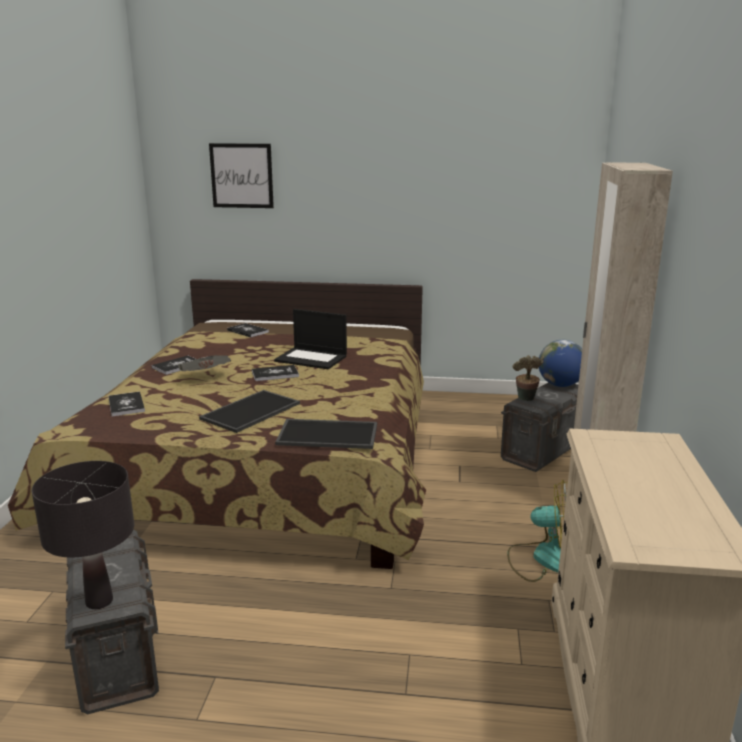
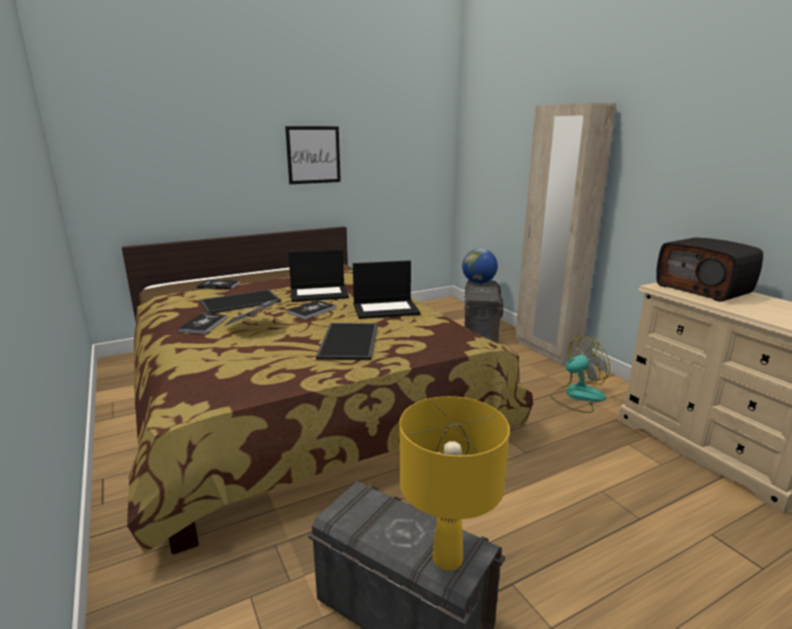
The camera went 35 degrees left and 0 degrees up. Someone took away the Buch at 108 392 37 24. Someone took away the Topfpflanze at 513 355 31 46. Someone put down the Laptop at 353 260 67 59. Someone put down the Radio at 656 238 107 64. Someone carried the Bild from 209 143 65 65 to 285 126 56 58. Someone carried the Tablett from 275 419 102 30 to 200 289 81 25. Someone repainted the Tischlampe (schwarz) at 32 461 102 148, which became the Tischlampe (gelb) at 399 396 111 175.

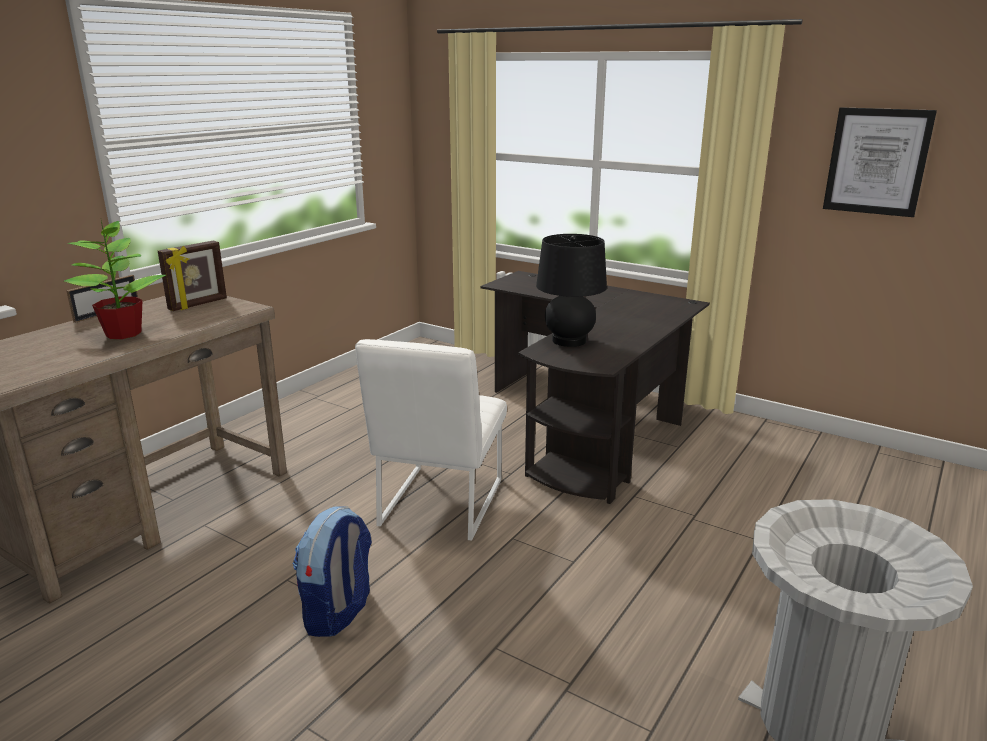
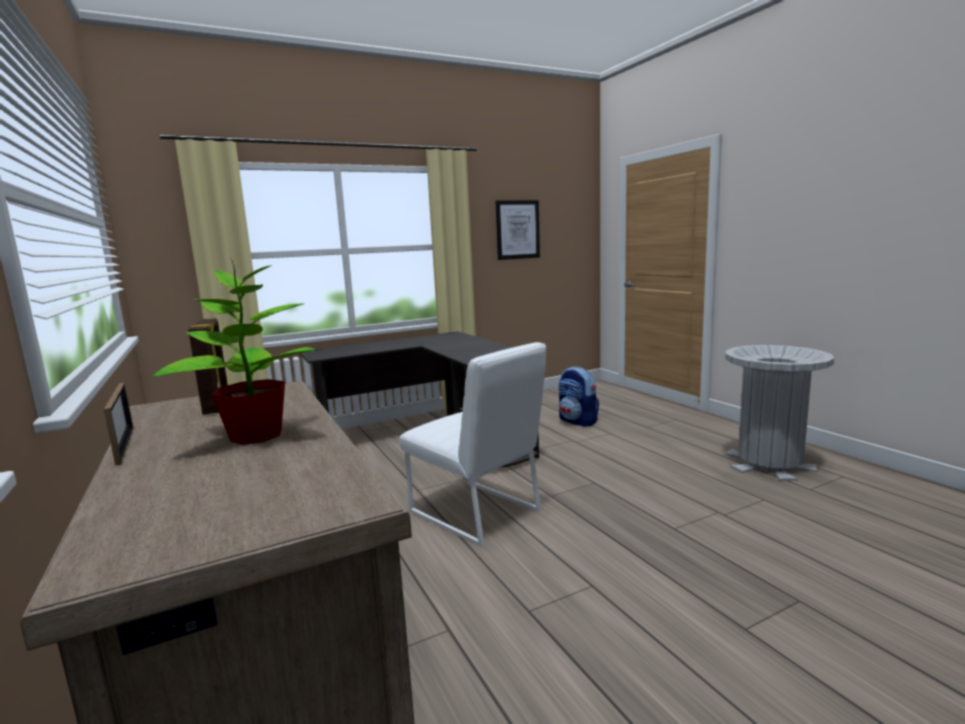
The camera went 60 degrees left and 10 degrees down. Someone took away the Tischlampe (schwarz) at 536 234 71 113. Someone carried the Rucksack from 293 506 79 131 to 558 367 41 60.

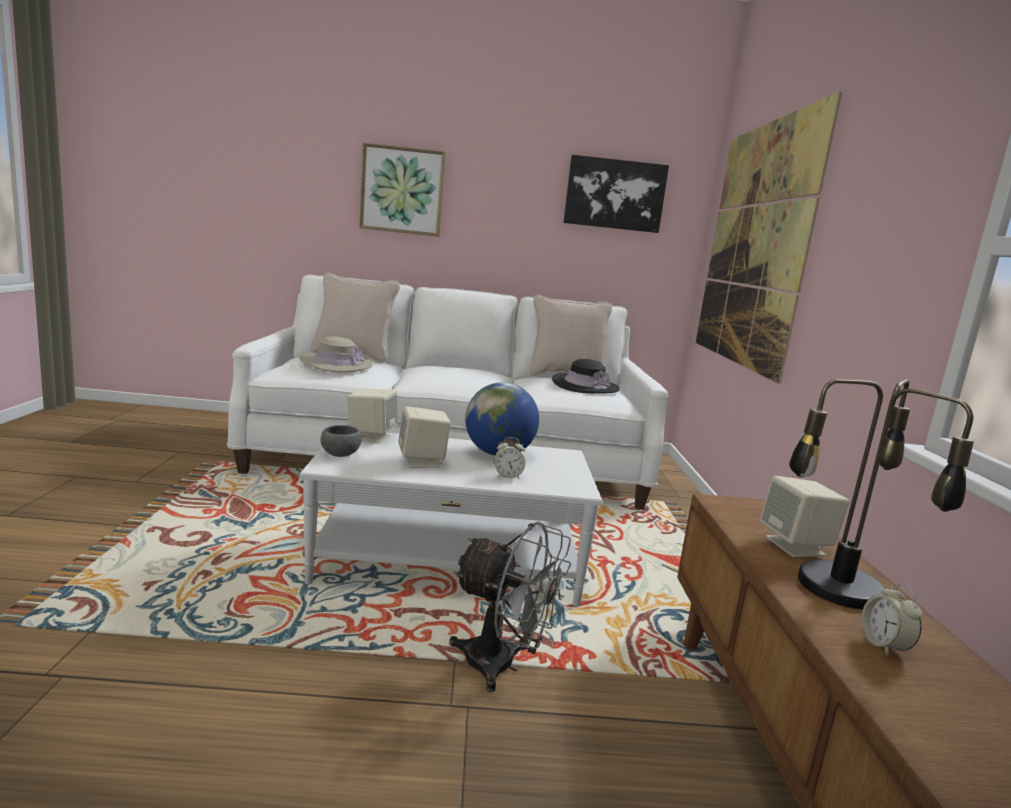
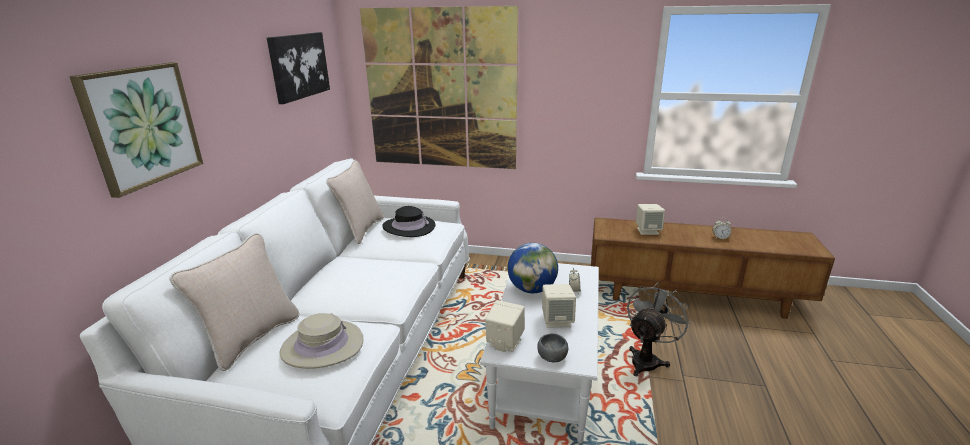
The camera went 75 degrees left and 10 degrees up. Someone took away the Tischlampe at 789 379 185 230.

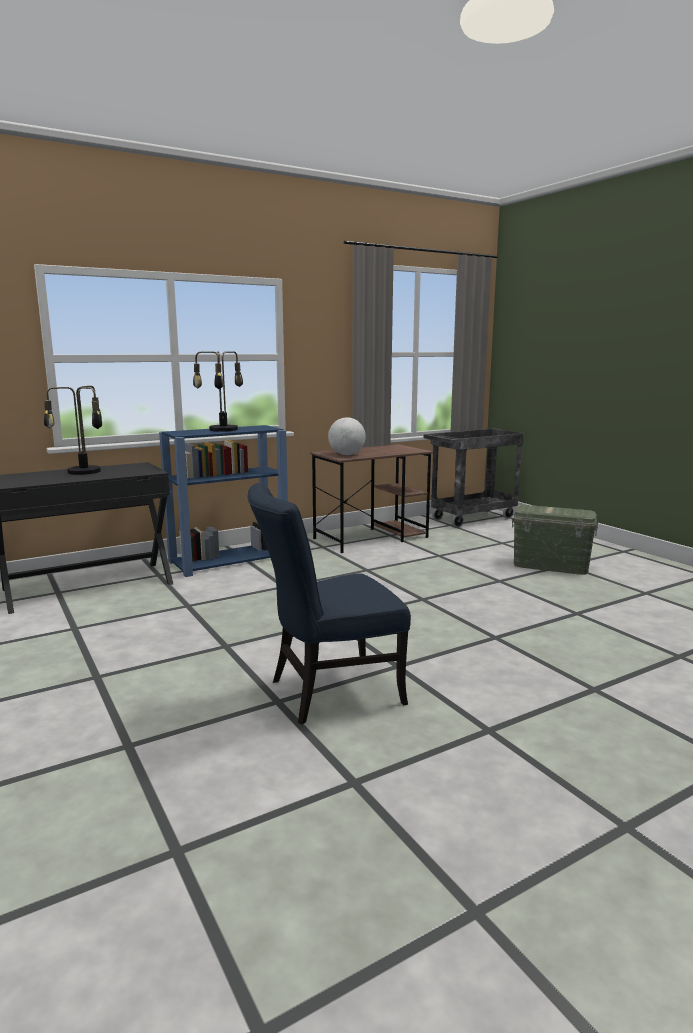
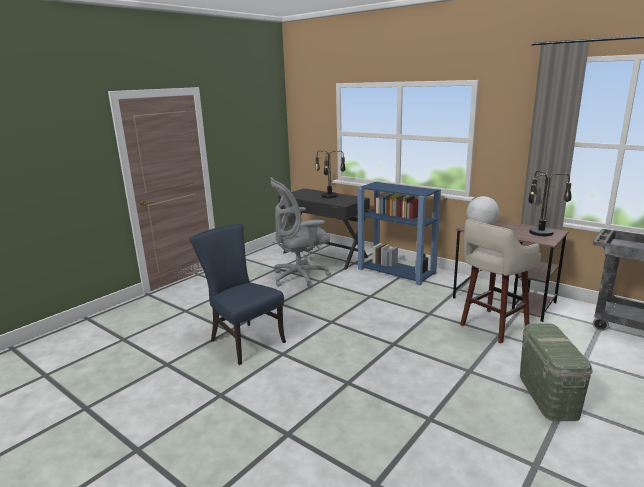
The camera went 70 degrees right and 5 degrees up. Someone put down the Bürostuhl (grau) at 270 177 61 111. Someone put down the Hocker (beige) at 460 219 81 124. Someone carried the Tischlampe from 193 351 50 81 to 528 171 43 65.

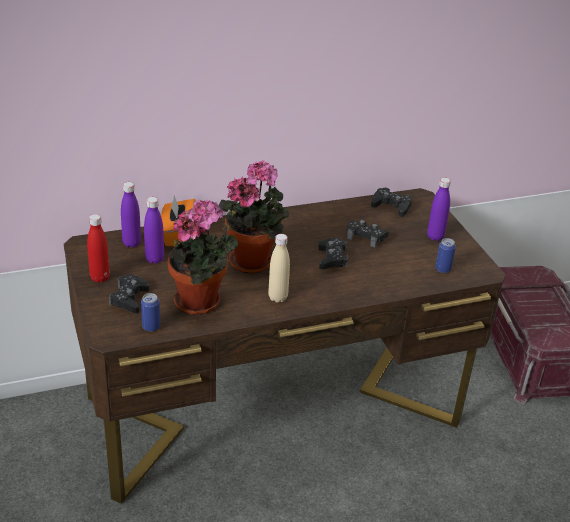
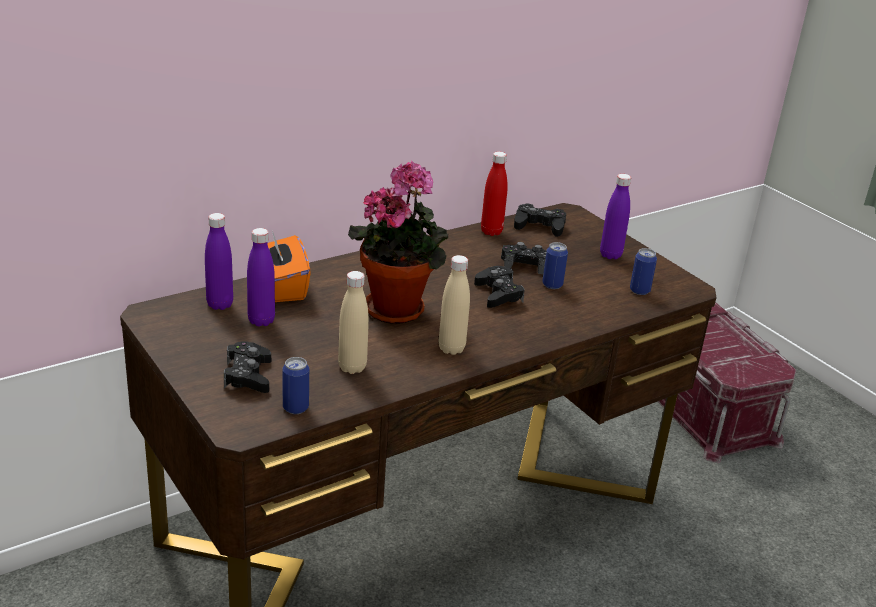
The camera went 15 degrees left and 5 degrees down. Someone put down the Dose at 542 242 26 47. Someone carried the Flasche (rot) from 87 214 23 69 to 481 152 27 84. Someone swapped the Topfpflanze at 168 200 70 115 for the Flasche (beige) at 338 271 31 103.

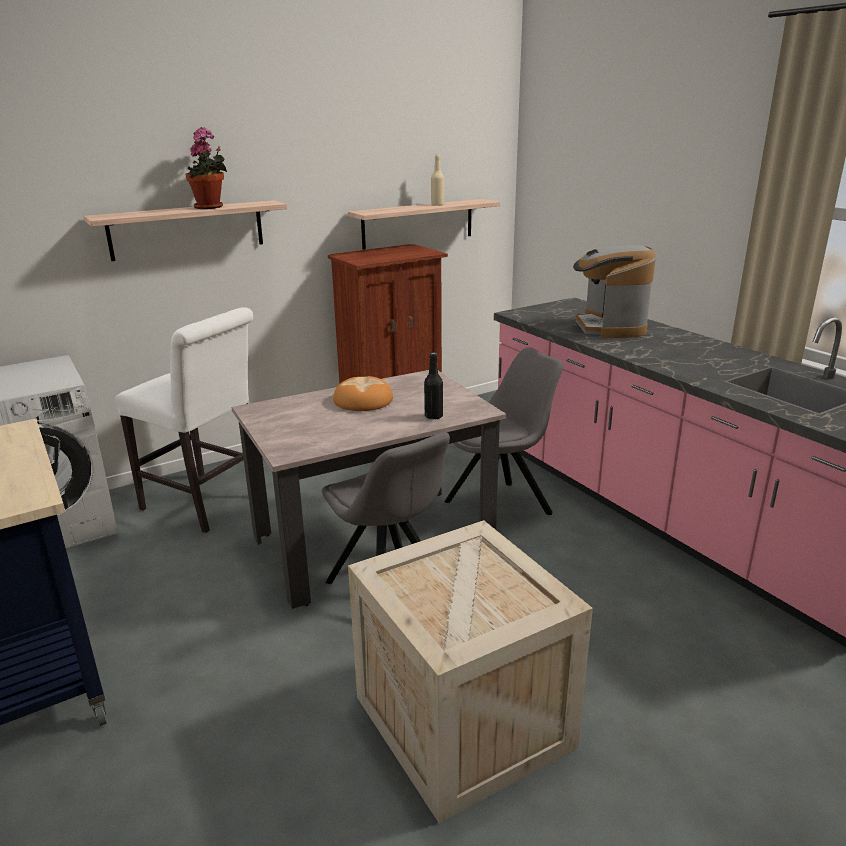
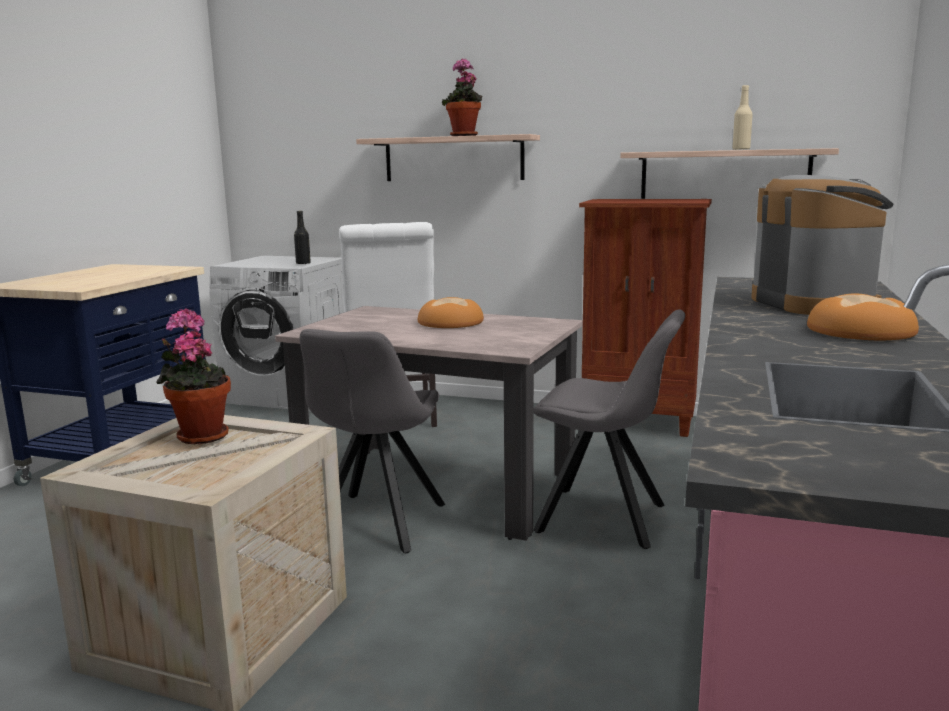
The camera went 50 degrees right and 10 degrees down. Someone put down the Topfpflanze at 157 308 74 136. Someone put down the Brot at 807 293 112 47. Someone carried the Flasche (schwarz) from 424 352 19 67 to 294 211 17 53. Someone rotated the Kaffeemaschine at 573 245 83 93 by 120 degrees clockwise.

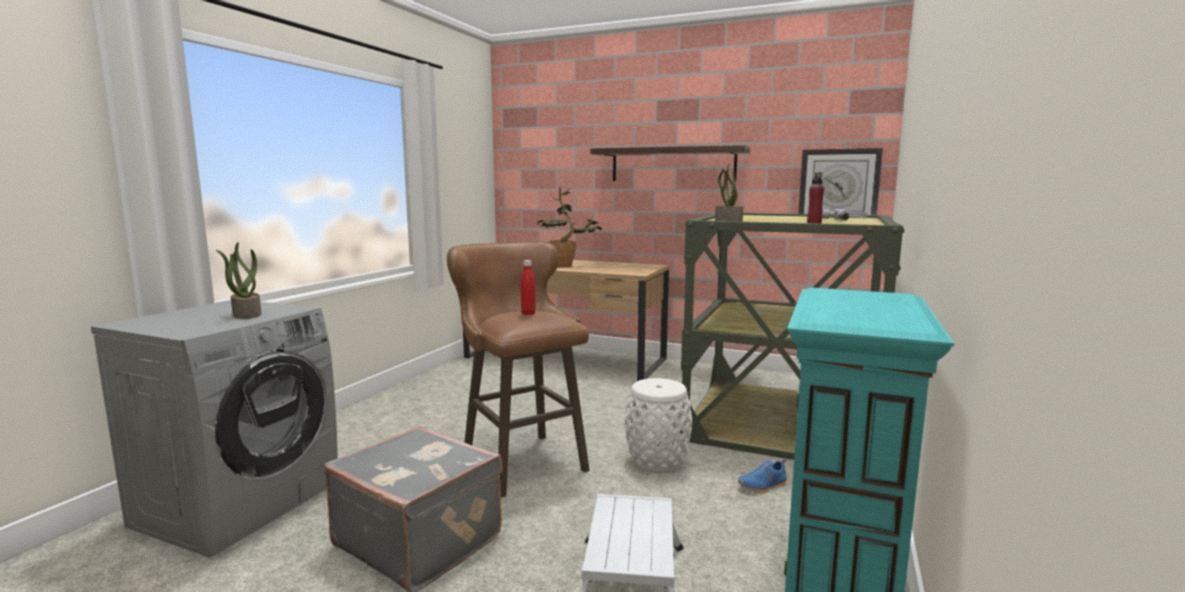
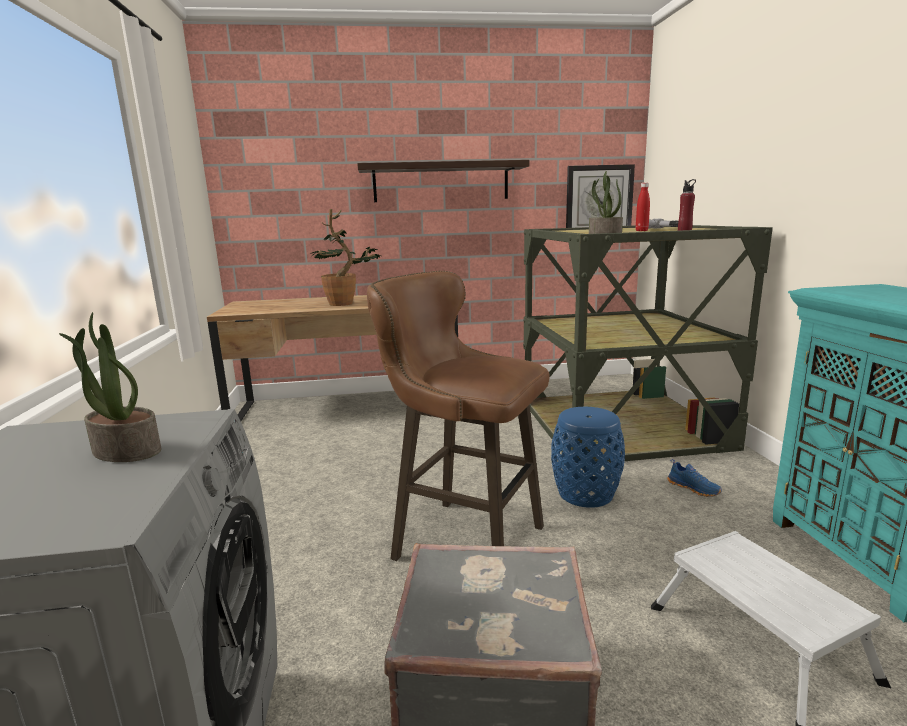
The camera went 30 degrees left and 5 degrees up. Someone carried the Flasche (rot) from 521 260 15 55 to 636 183 14 48. Someone repainted the Hocker (weiß) at 625 378 67 95, which became the Hocker (blau) at 551 407 74 101. Someone rotated the Schuh (blau) at 738 459 49 34 by 75 degrees counterclockwise.

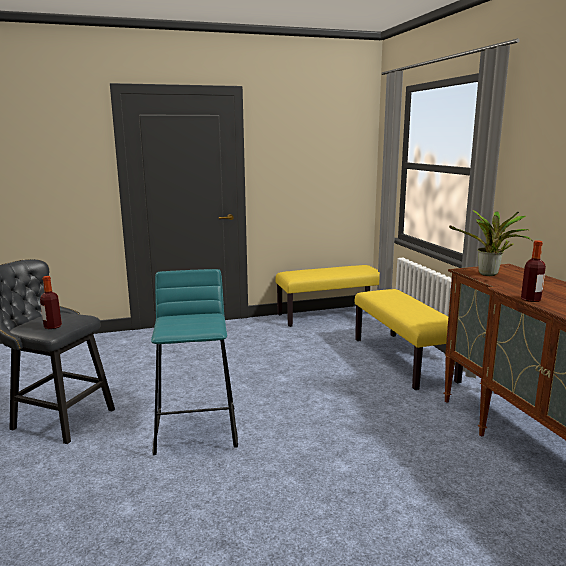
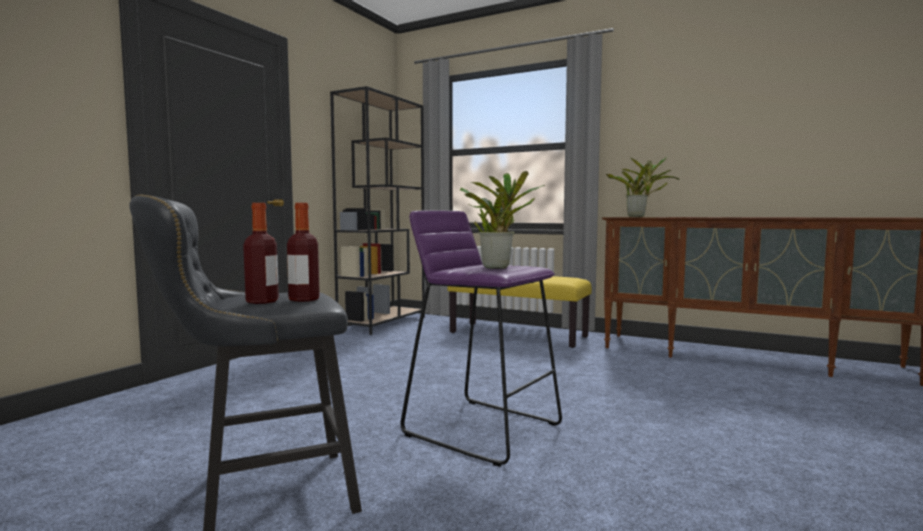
The camera went 45 degrees left and 10 degrees down. Someone put down the Topfpflanze at 460 171 85 98. Someone carried the Flasche from 521 240 25 62 to 243 203 36 101. Someone swapped the Bank (gelb) at 276 265 104 62 for the Bücherregal at 330 86 95 249. Someone repainted the Hocker (türkis) at 151 269 87 186, which became the Hocker (lila) at 401 210 161 257.

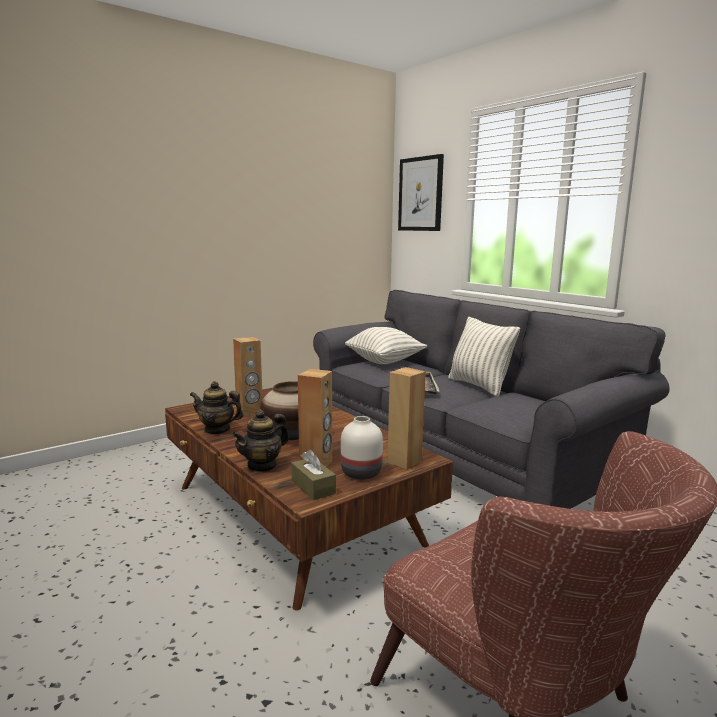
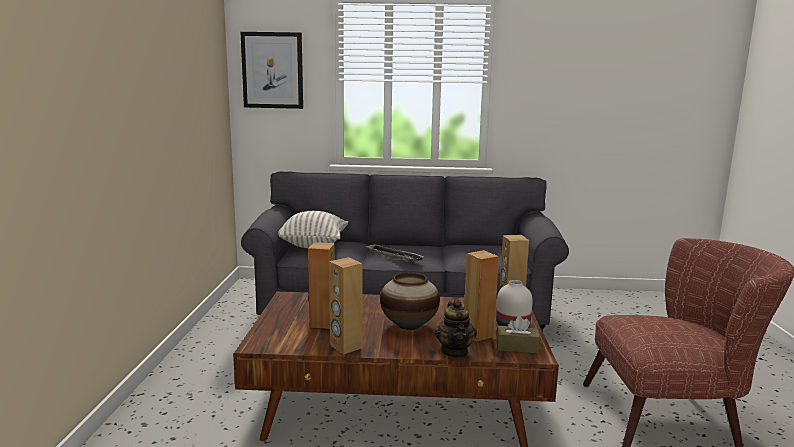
The camera went 50 degrees left and 0 degrees up. Someone took away the Kissen at 448 317 72 80. Someone swapped the Teekanne at 190 381 53 54 for the Lautsprecher (braun) at 329 257 34 97.

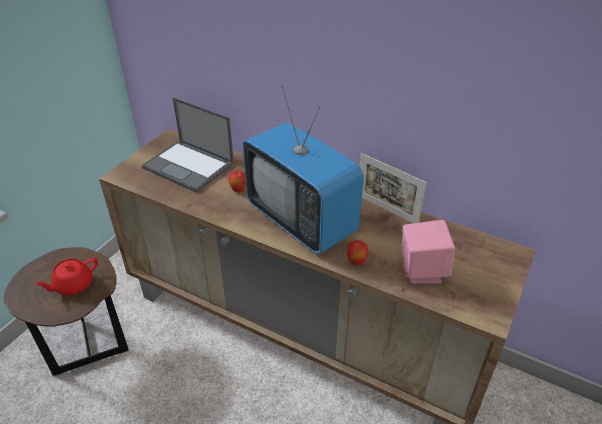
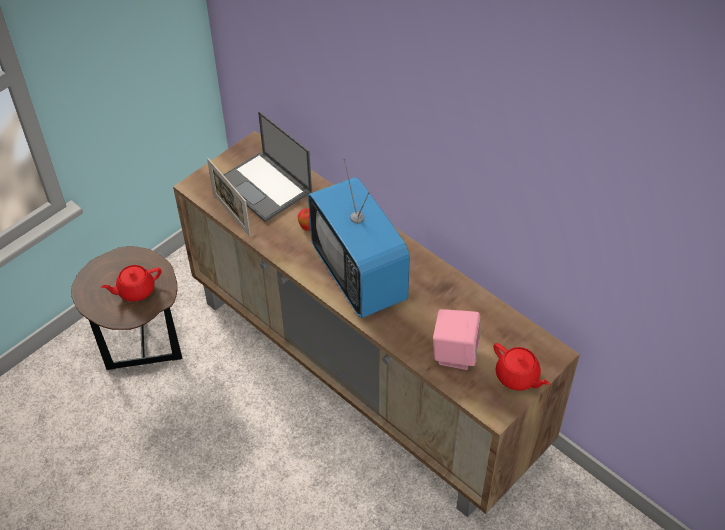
The camera went 15 degrees right and 10 degrees up. Someone took away the Apfel at 347 240 22 25. Someone put down the Teekanne (rot) at 493 343 57 48. Someone carried the Bilderrahmen from 360 153 67 70 to 207 158 44 79.

